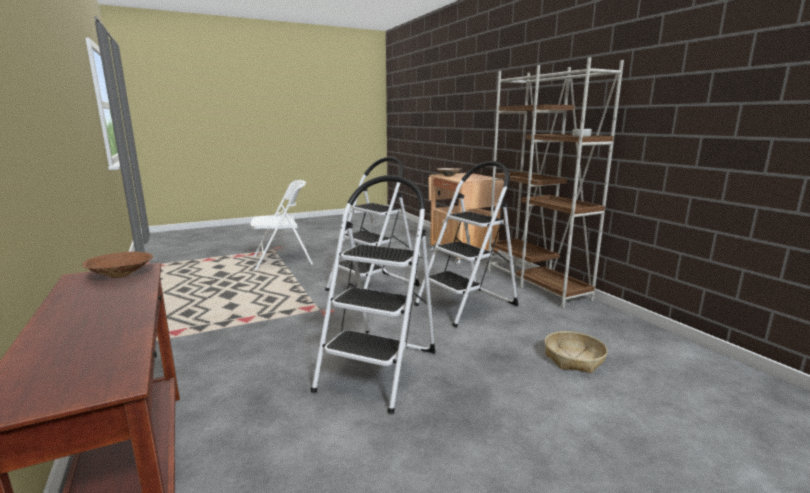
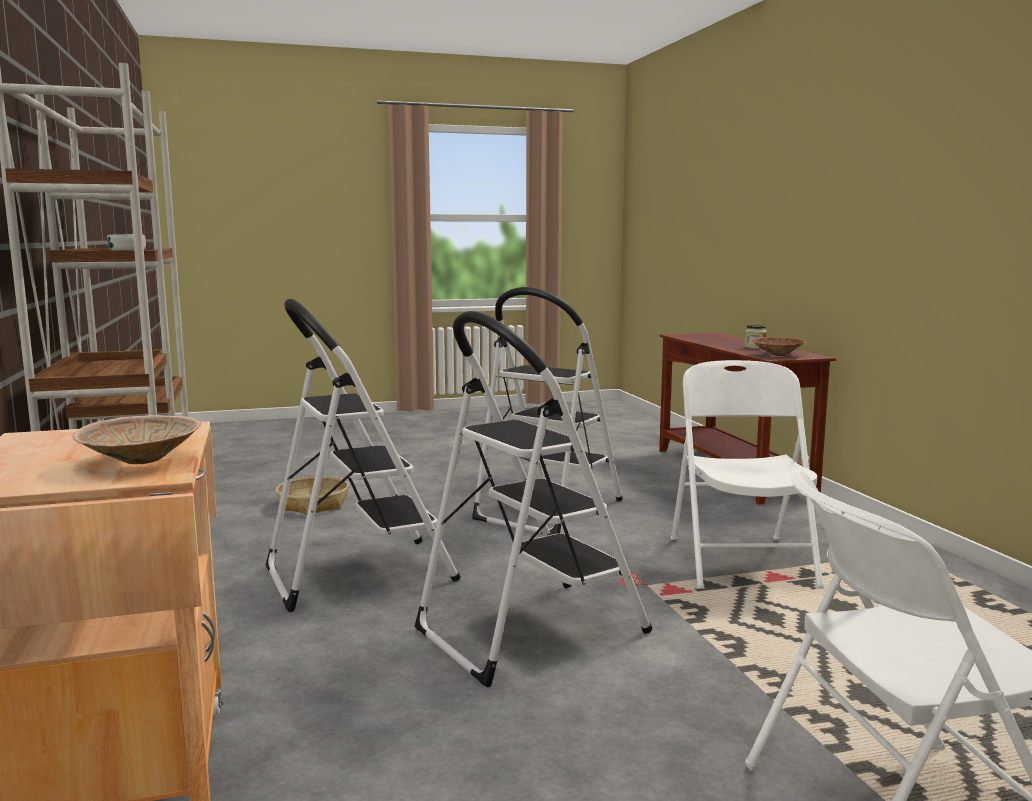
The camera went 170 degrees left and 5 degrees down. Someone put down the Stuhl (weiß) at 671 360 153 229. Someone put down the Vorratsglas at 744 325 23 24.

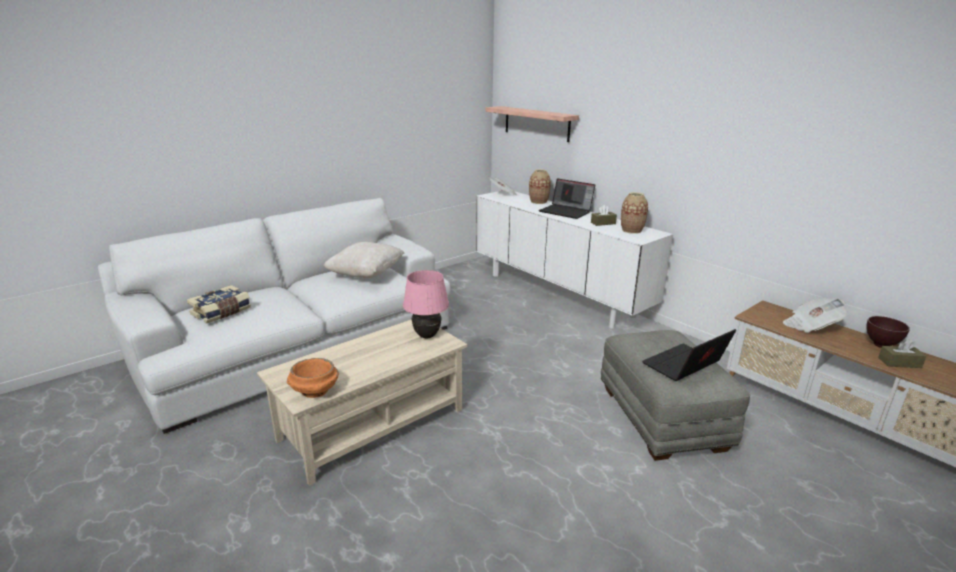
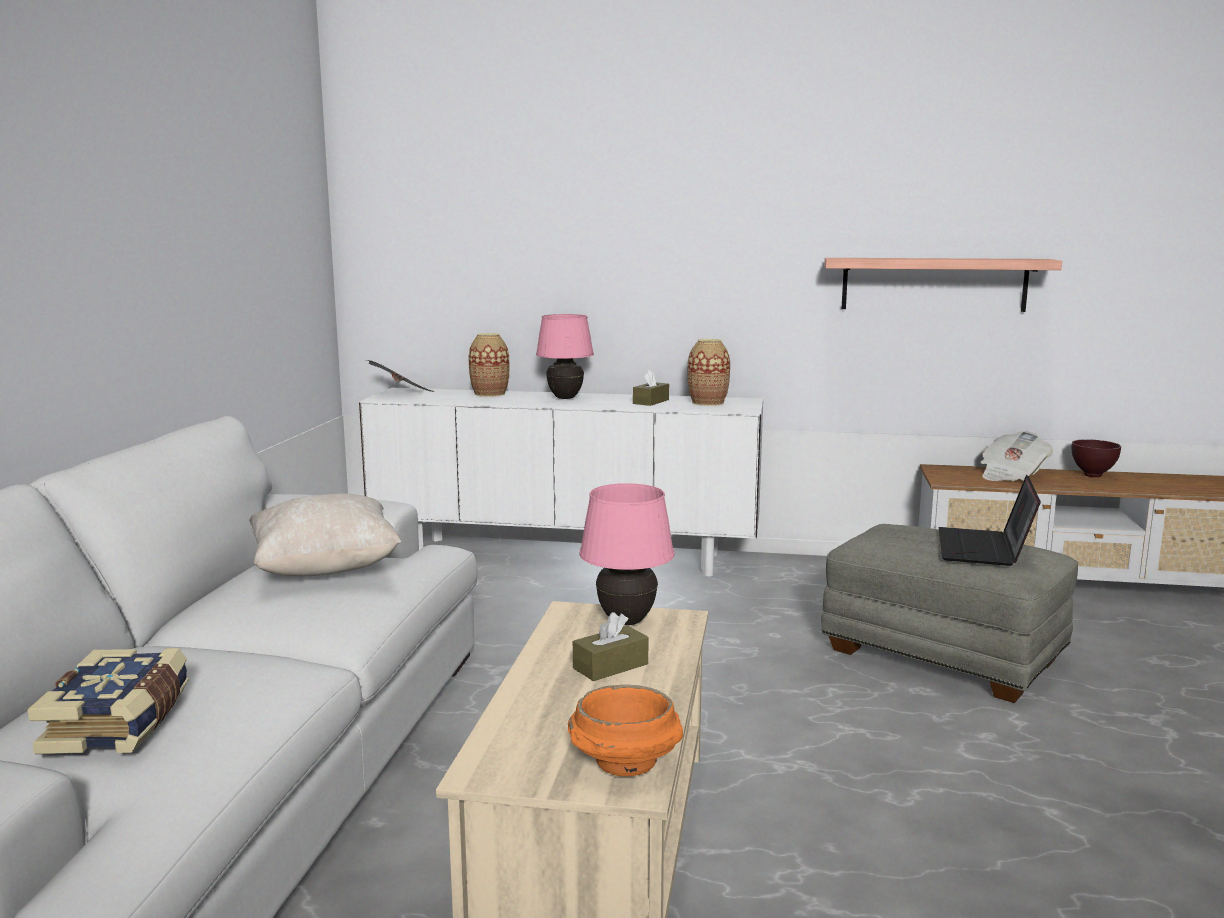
The camera went 40 degrees left and 10 degrees down. Someone carried the Wandregal from 486 106 93 36 to 824 258 238 54. Someone carried the Taschentuchbox (braun) from 878 339 49 29 to 573 612 75 69. Someone swapped the Laptop at 539 178 56 41 for the Tischlampe (rosa) at 536 314 58 85.

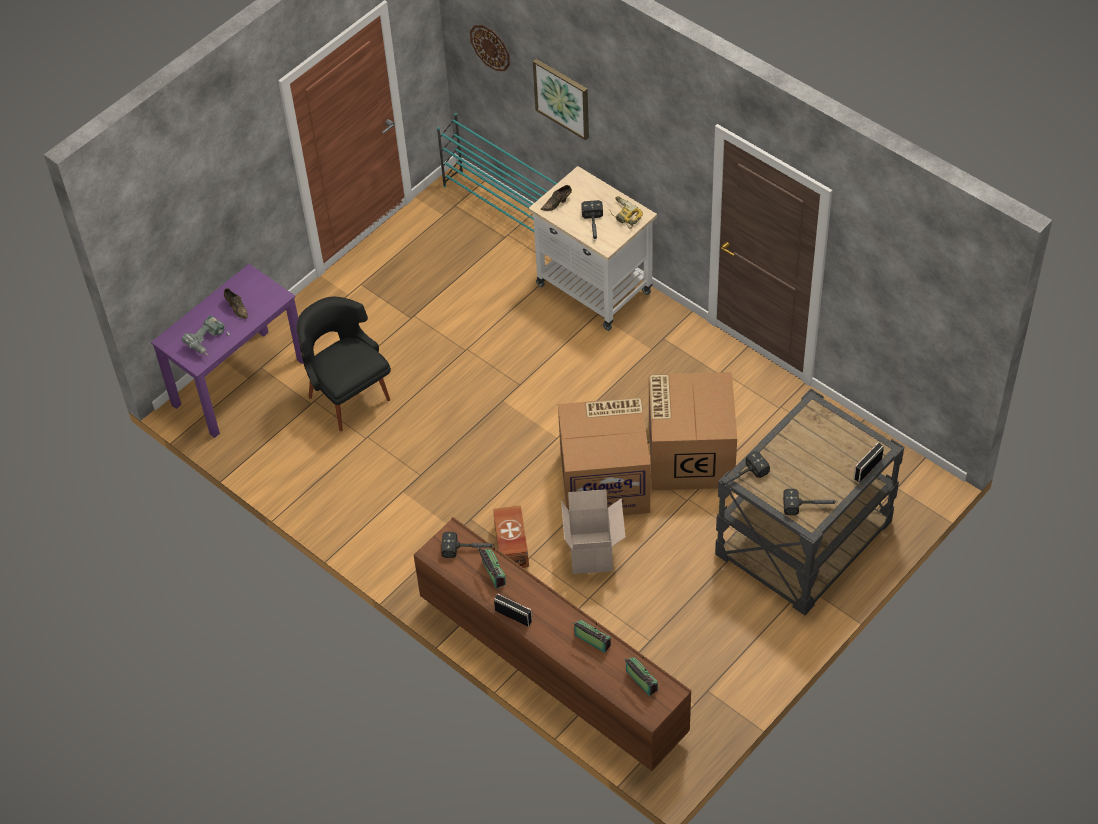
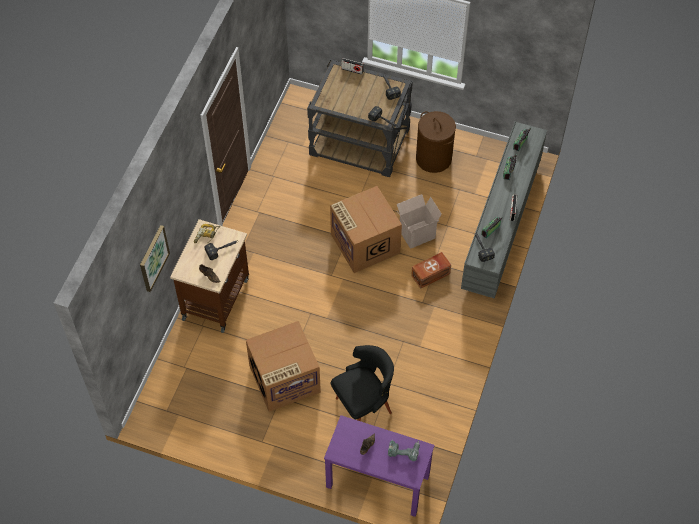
The camera went 115 degrees left and 5 degrees up. Someone took away the Schuhregal (türkis) at 437 113 120 119. Someone took away the Wanduhr at 470 25 40 46. Someone put down the Wäschekorb (braun) at 416 111 40 62. Someone carried the Karton from 649 372 88 118 to 246 321 75 91. Someone repainted the Schrank (braun) at 414 517 277 254, which became the Schrank (grau) at 461 121 86 178. Someone repainted the Rollwagen (weiß) at 529 166 128 165, which became the Rollwagen (braun) at 170 219 79 114. Someone rotated the Stuhl (schwarz) at 297 297 94 134 by 150 degrees counterclockwise.

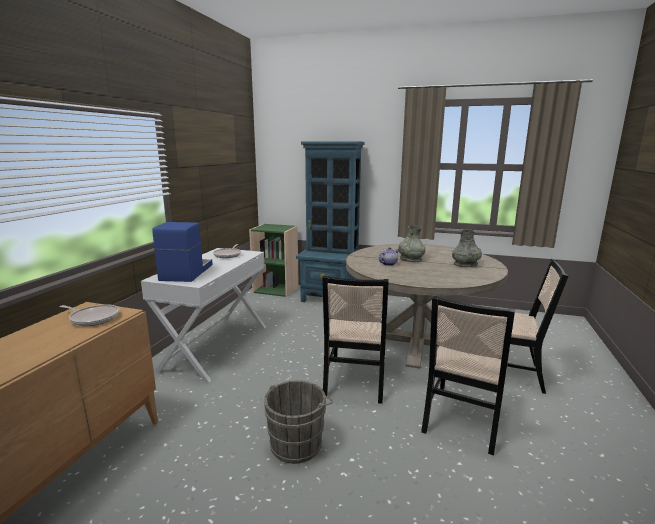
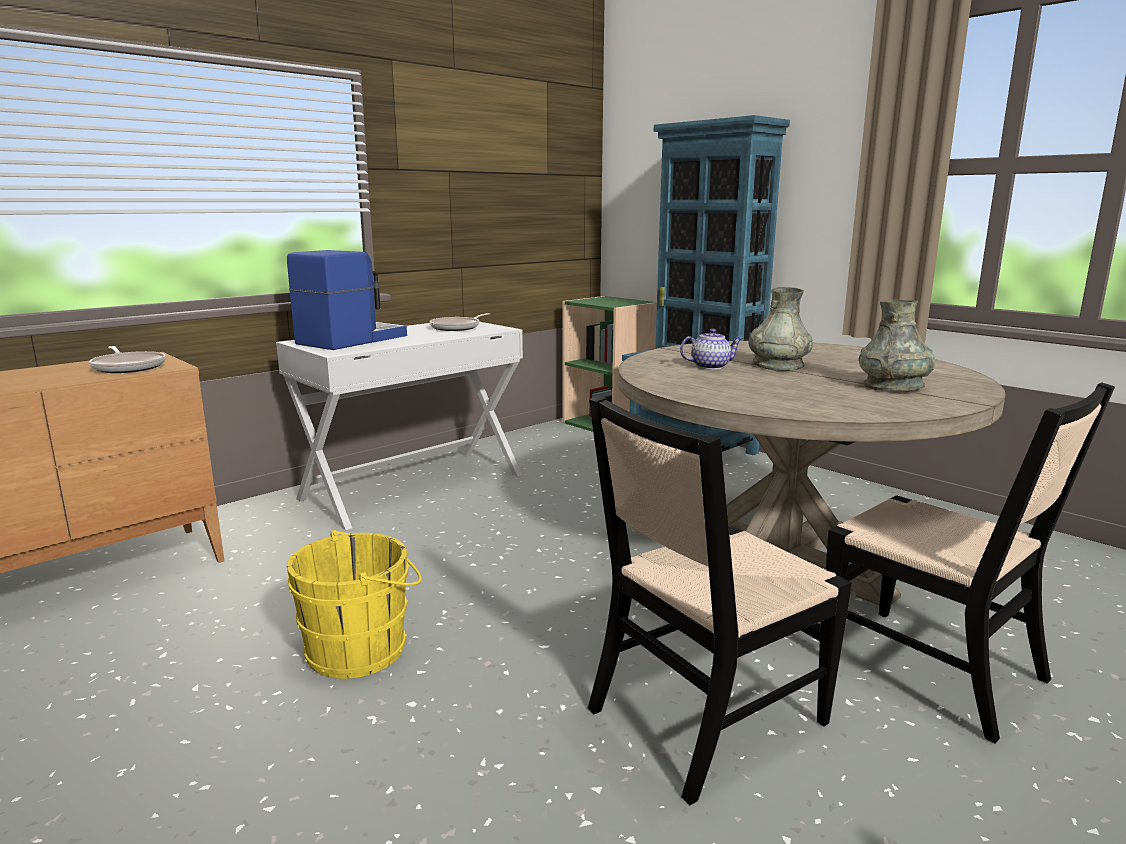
The camera went 30 degrees right and 0 degrees up. Someone took away the Stuhl at 322 275 67 129. Someone repainted the Eimer (grau) at 264 380 69 84, which became the Eimer (gelb) at 287 530 134 149.

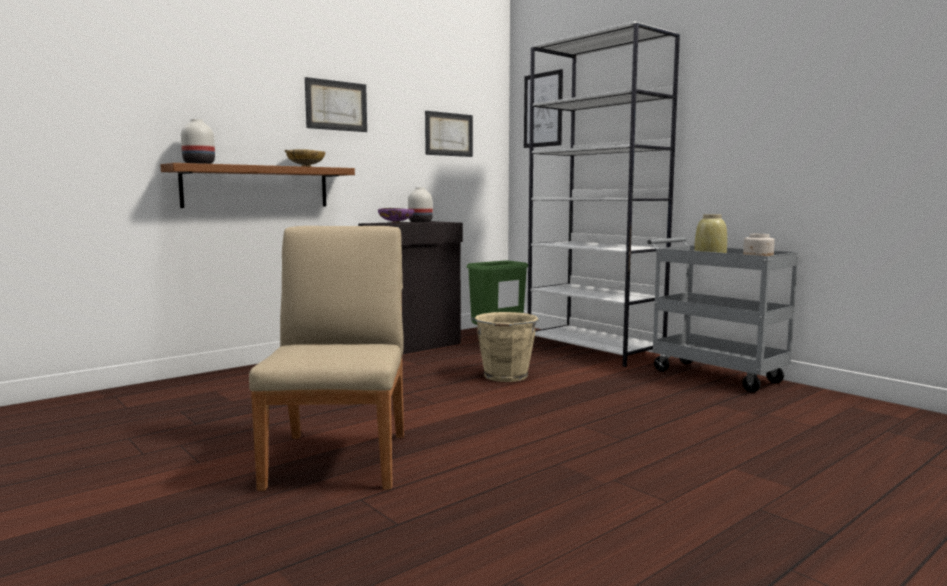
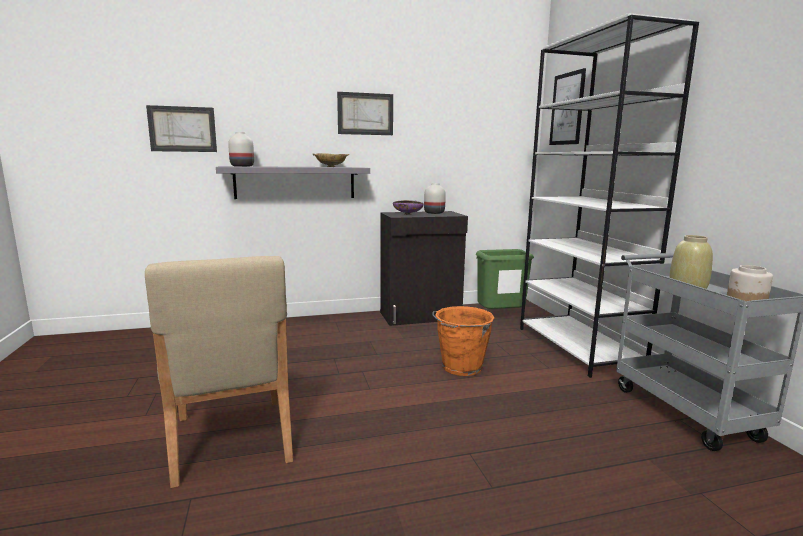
The camera went 25 degrees right and 5 degrees up. Someone carried the Bild from 425 111 48 46 to 146 105 71 47. Someone repainted the Wandregal (braun) at 160 163 195 45, which became the Wandregal (grau) at 216 166 154 33. Someone repainted the Eimer (beige) at 471 312 69 70, which became the Eimer (orange) at 432 306 63 70. Someone rotated the Stuhl (beige) at 249 226 155 265 by 135 degrees clockwise.

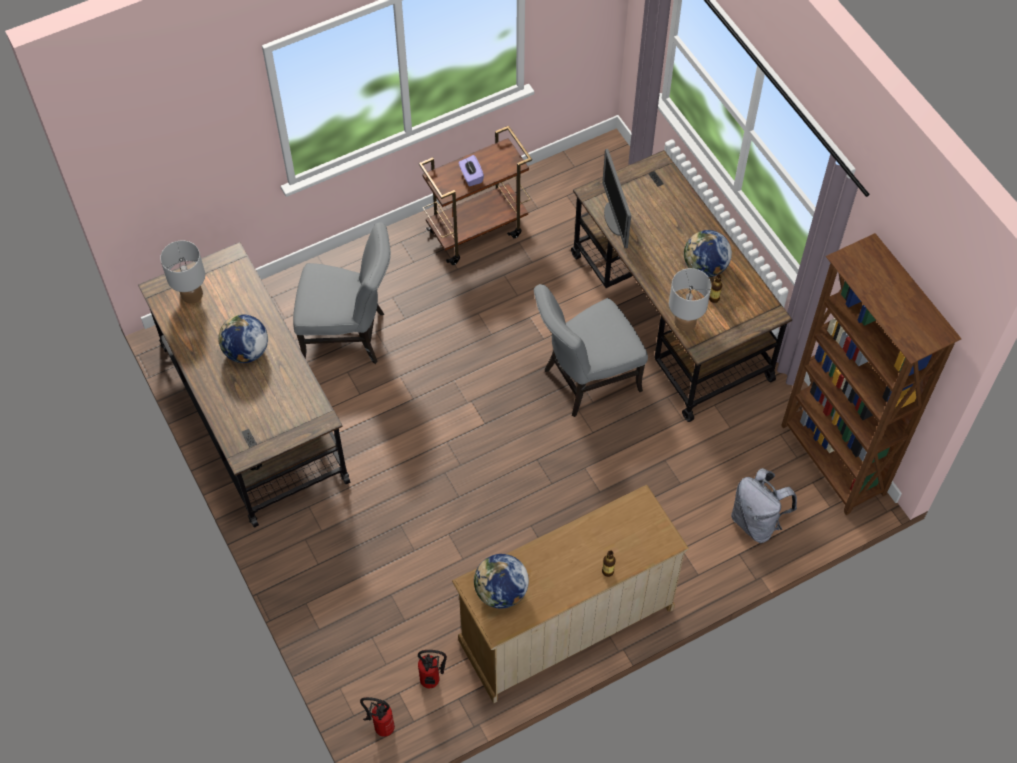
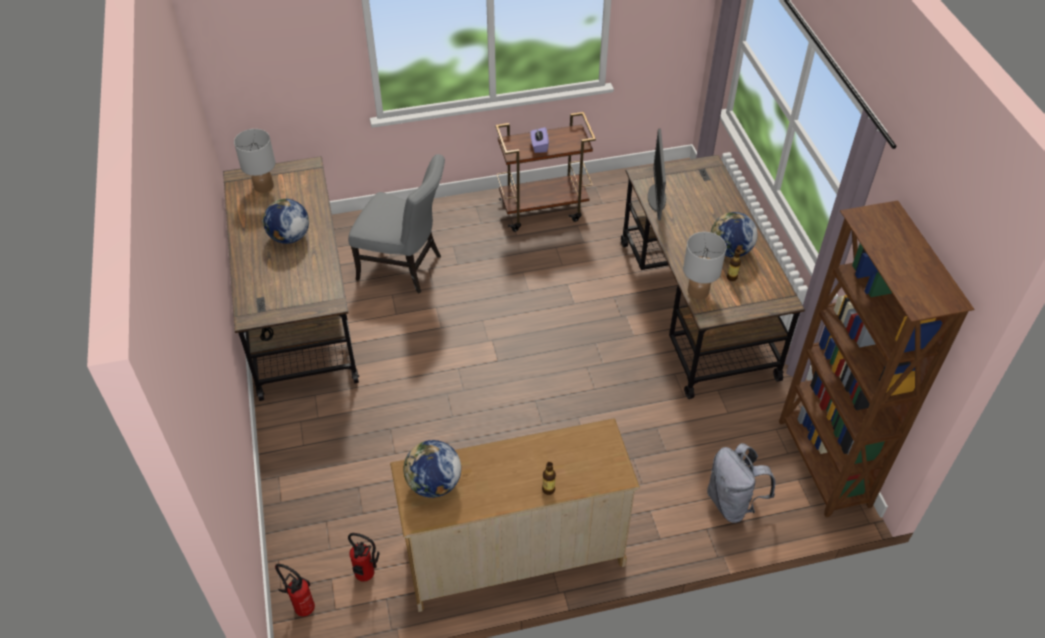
The camera went 15 degrees right and 10 degrees down. Someone took away the Stuhl (grau) at 534 284 114 133.

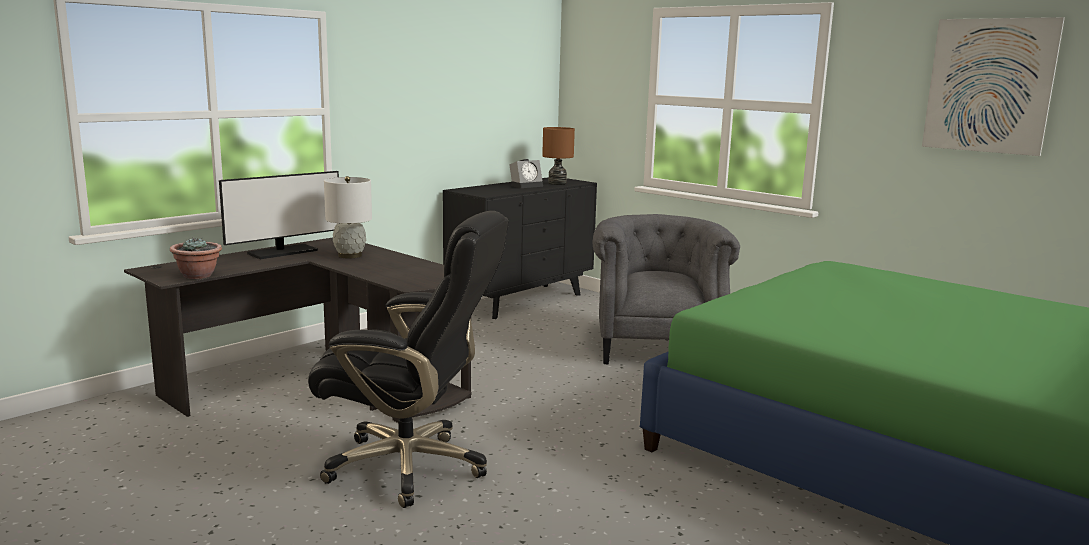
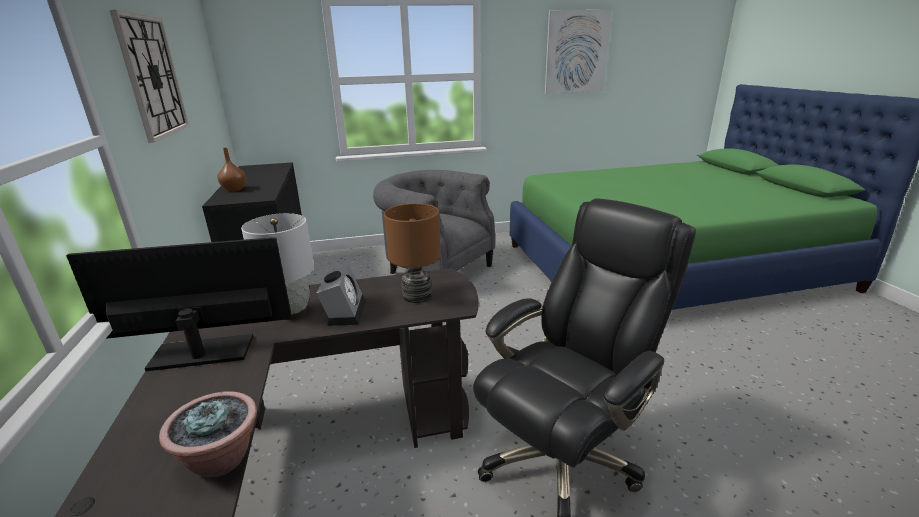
The camera went 55 degrees left and 10 degrees up. Someone put up the Wanduhr at 110 10 79 133. Someone put down the Vase (braun) at 217 148 29 44. Someone carried the Wecker from 509 159 34 29 to 316 264 50 62. Someone carried the Tischlampe (braun) from 542 127 33 58 to 384 204 57 99. Someone rotated the Monitor at 219 171 121 88 by 90 degrees counterclockwise.

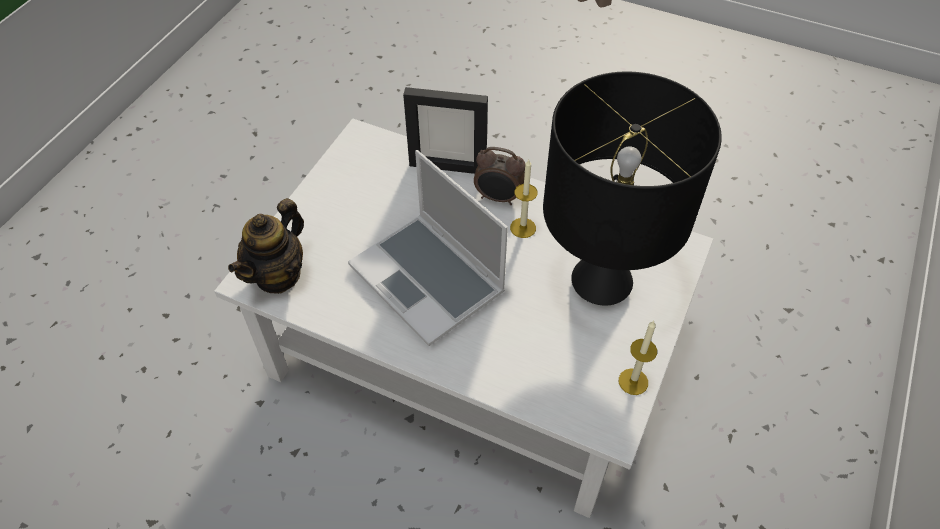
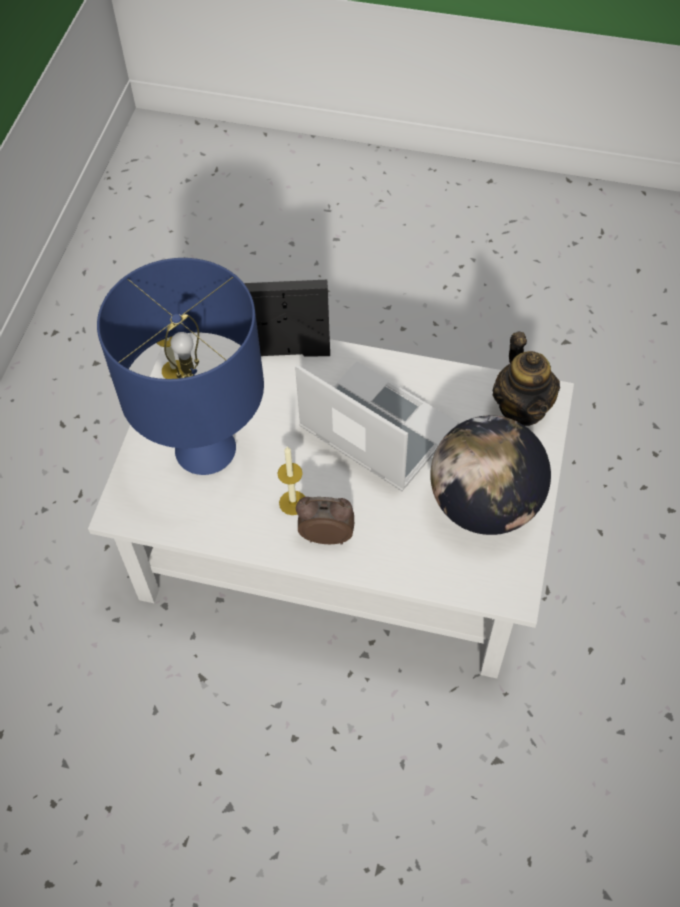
The camera went 170 degrees right and 5 degrees up. Someone put down the Globus at 430 415 121 120. Someone carried the Bilderrahmen from 403 87 85 87 to 244 280 86 77. Someone repainted the Tischlampe (schwarz) at 543 72 179 234, which became the Tischlampe (blau) at 97 258 167 217. Someone rotated the Teekanne at 228 198 76 96 by 150 degrees clockwise.

